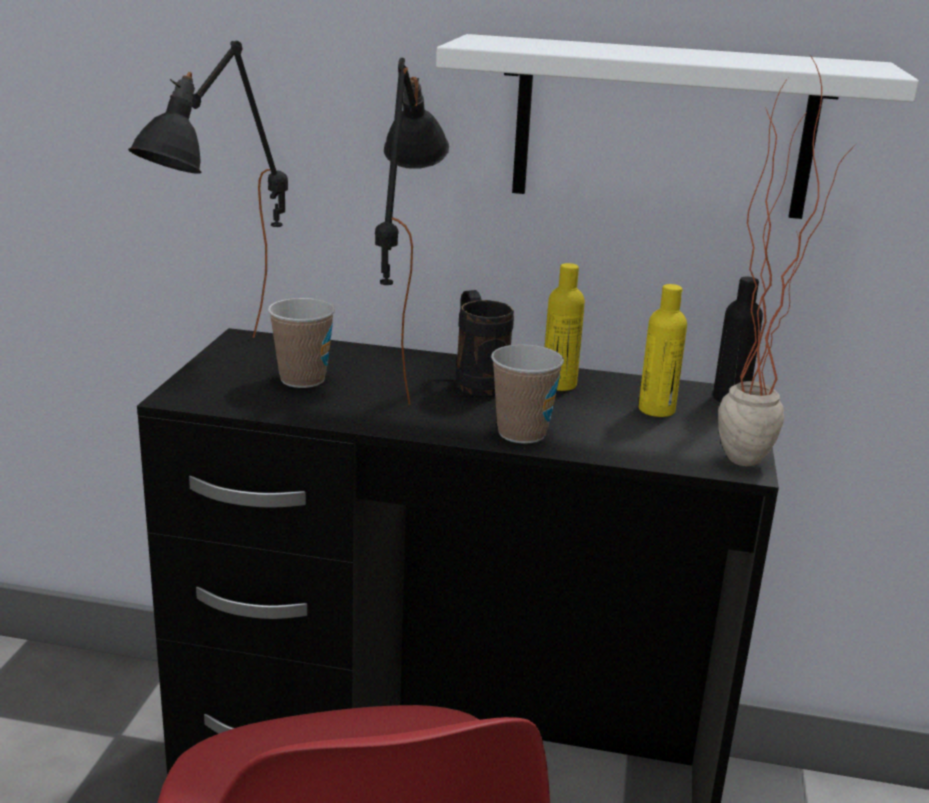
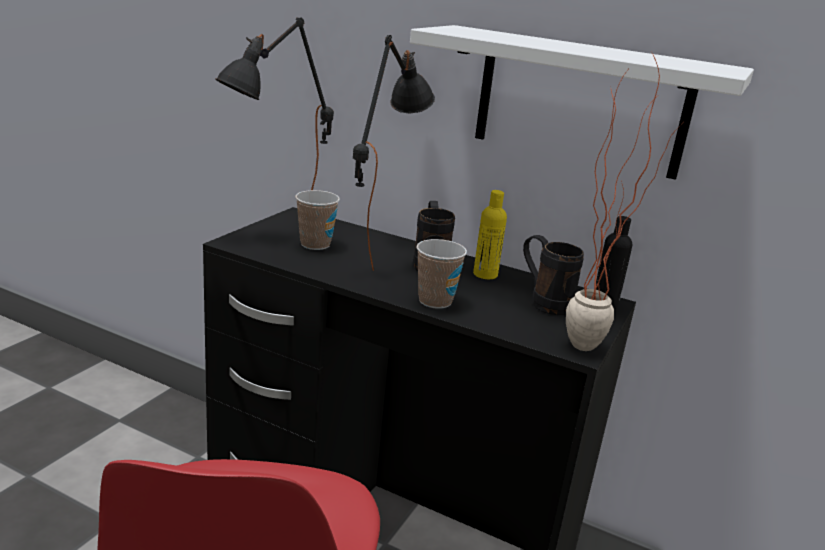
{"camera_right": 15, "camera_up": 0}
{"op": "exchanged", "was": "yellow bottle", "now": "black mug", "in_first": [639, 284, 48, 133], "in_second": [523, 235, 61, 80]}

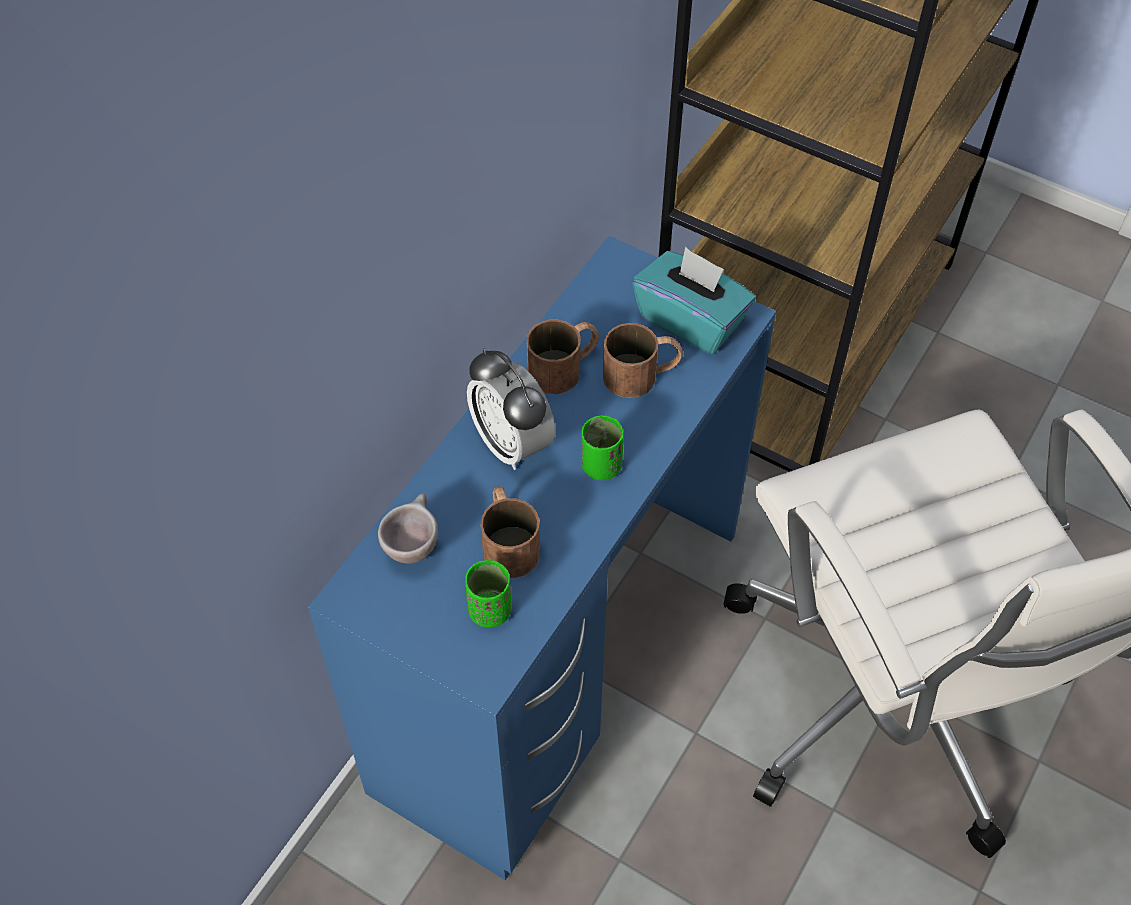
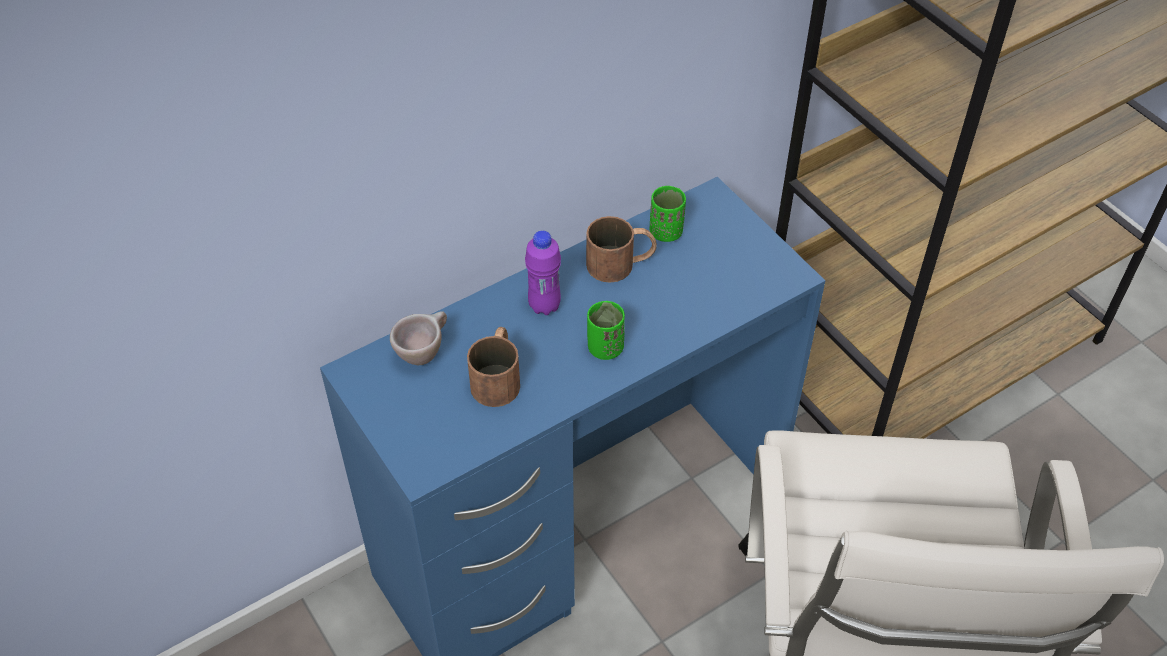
{"camera_right": 25, "camera_up": -5}
{"op": "relocated", "was": "green cup", "in_first": [465, 560, 46, 67], "in_second": [649, 186, 37, 56]}
{"op": "exchanged", "was": "alarm clock", "now": "purple bottle", "in_first": [467, 348, 88, 122], "in_second": [525, 230, 36, 85]}
{"op": "missing", "was": "brown mug", "in_first": [603, 323, 80, 75]}
{"op": "missing", "was": "turquoise tissue box", "in_first": [633, 247, 122, 107]}

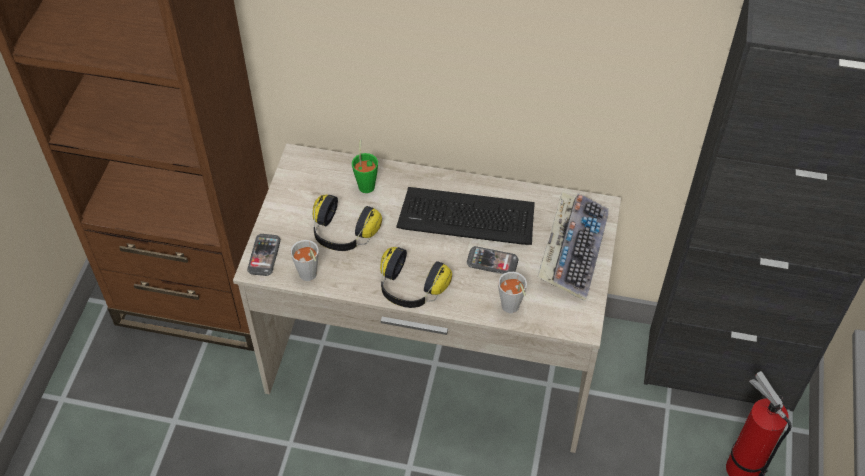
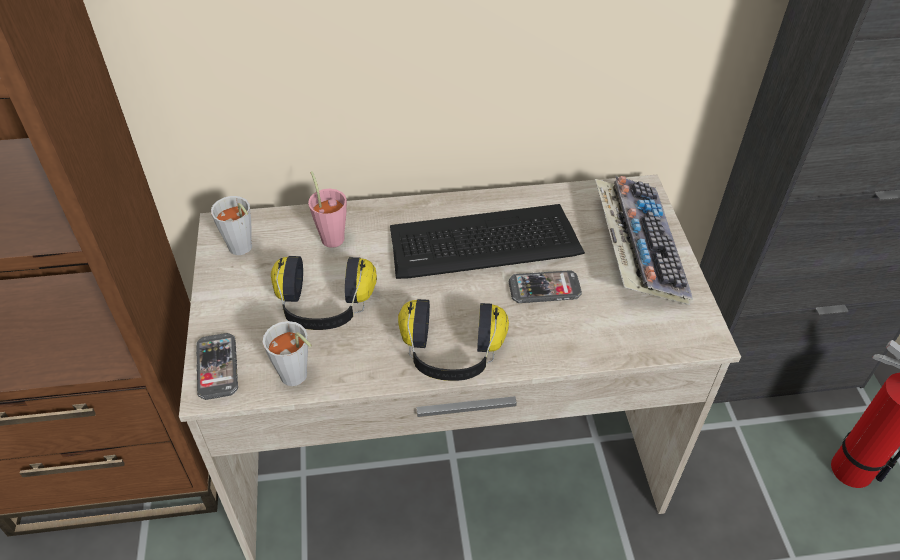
{"camera_right": -20, "camera_up": -5}
{"op": "colour", "was": "green cup", "now": "pink cup", "in_first": [352, 139, 26, 54], "in_second": [308, 171, 39, 77]}
{"op": "relocated", "was": "grey cup", "in_first": [498, 272, 29, 41], "in_second": [211, 196, 41, 59]}

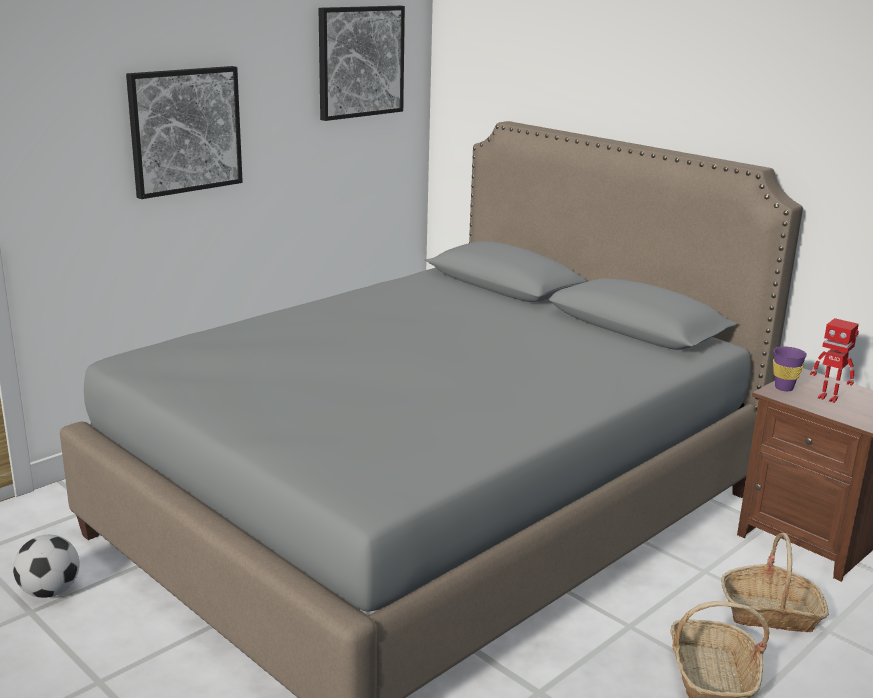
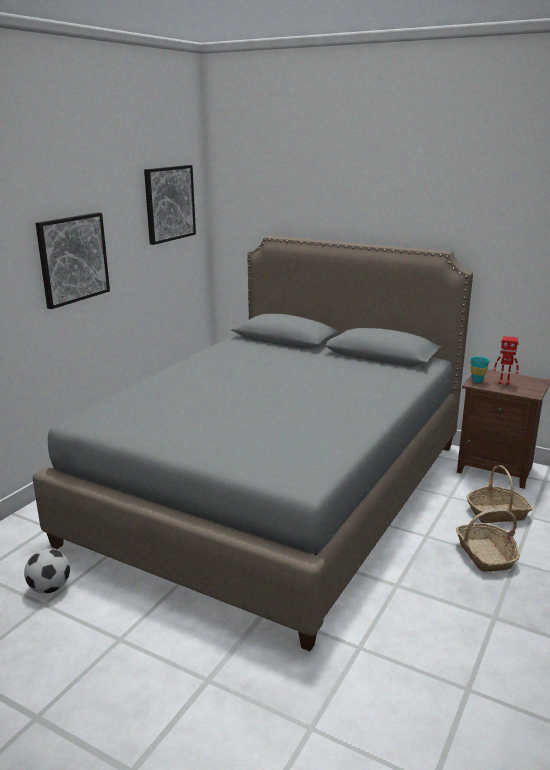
{"camera_right": -15, "camera_up": 0}
{"op": "colour", "was": "purple cup", "now": "turquoise cup", "in_first": [773, 347, 34, 44], "in_second": [470, 356, 20, 27]}

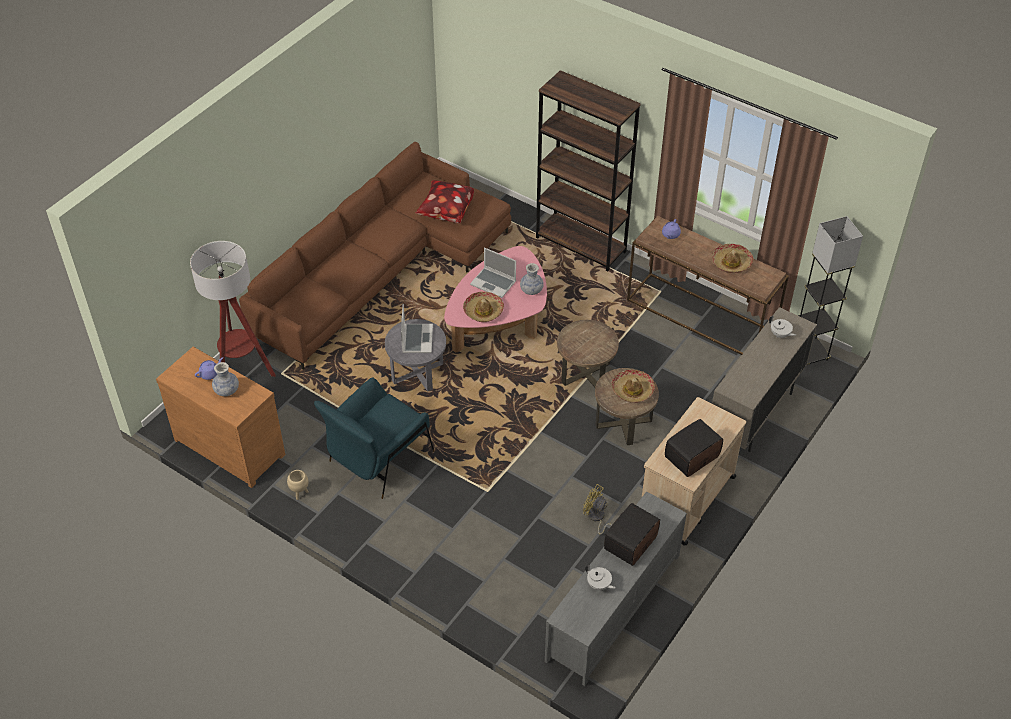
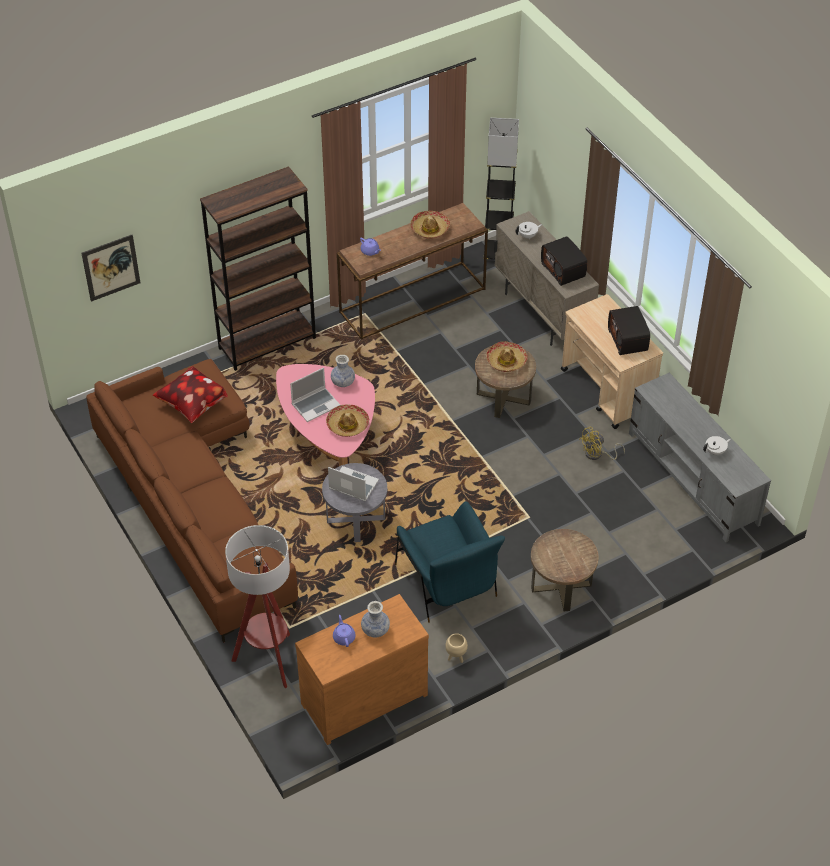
{"camera_right": -65, "camera_up": 0}
{"op": "relocated", "was": "brown side table", "in_first": [557, 320, 62, 67], "in_second": [531, 529, 68, 82]}
{"op": "relocated", "was": "radio", "in_first": [604, 503, 56, 63], "in_second": [541, 236, 46, 50]}
{"op": "appeared", "now": "picture", "in_second": [82, 235, 59, 67]}

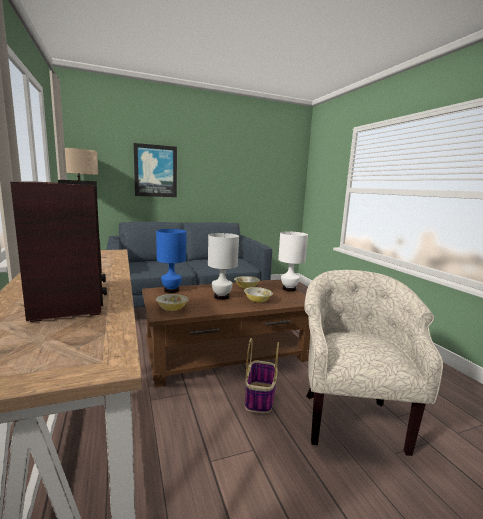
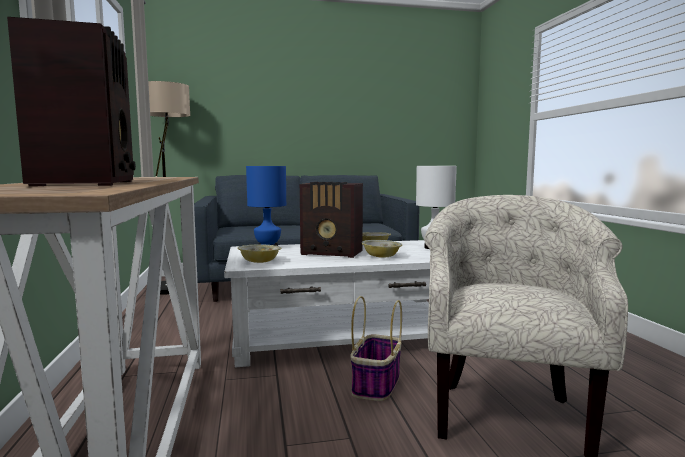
{"camera_right": 10, "camera_up": -5}
{"op": "missing", "was": "picture", "in_first": [134, 143, 43, 54]}
{"op": "colour", "was": "brown coffee table", "now": "white coffee table", "in_first": [142, 280, 168, 107], "in_second": [224, 240, 206, 127]}
{"op": "exchanged", "was": "white table lamp", "now": "radio", "in_first": [208, 233, 31, 67], "in_second": [300, 182, 63, 76]}

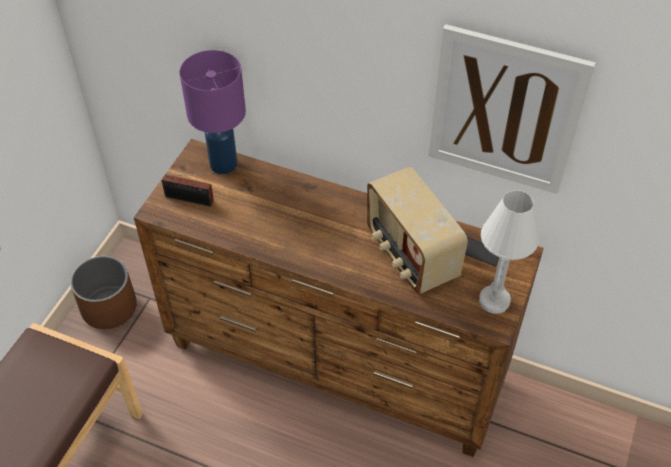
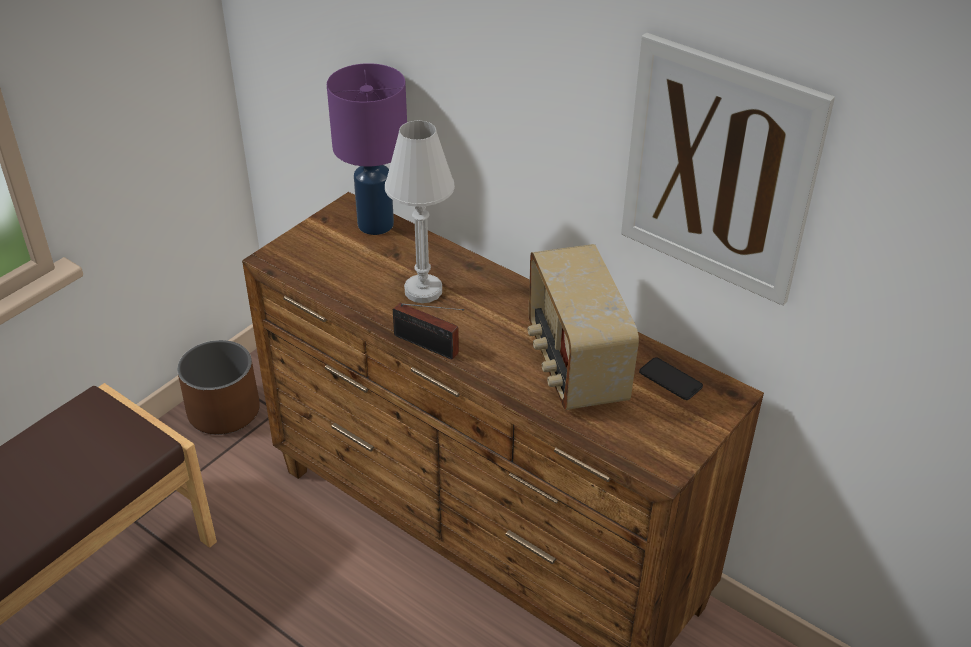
{"camera_right": 15, "camera_up": -10}
{"op": "relocated", "was": "radio", "in_first": [162, 173, 52, 34], "in_second": [393, 303, 71, 57]}
{"op": "relocated", "was": "white table lamp", "in_first": [479, 190, 60, 124], "in_second": [385, 121, 70, 182]}

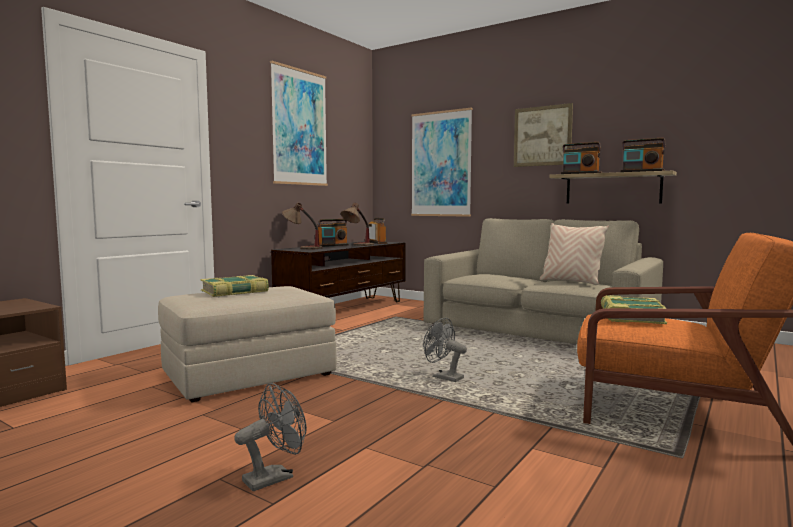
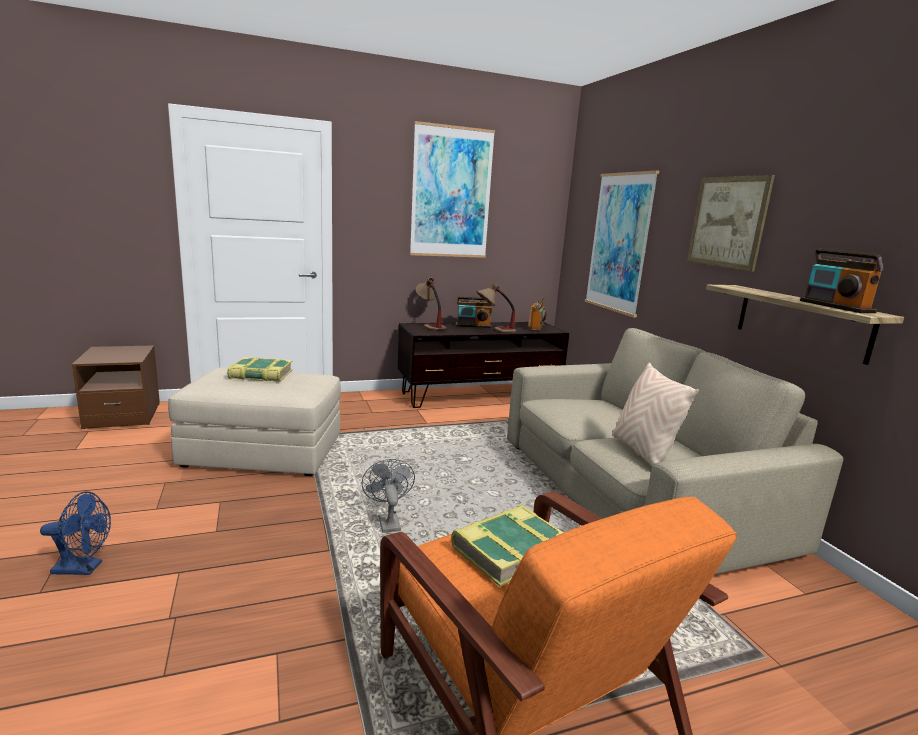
{"camera_right": 35, "camera_up": 10}
{"op": "colour", "was": "grey fan", "now": "blue fan", "in_first": [234, 383, 73, 108], "in_second": [40, 491, 71, 84]}
{"op": "missing", "was": "radio", "in_first": [561, 142, 40, 32]}

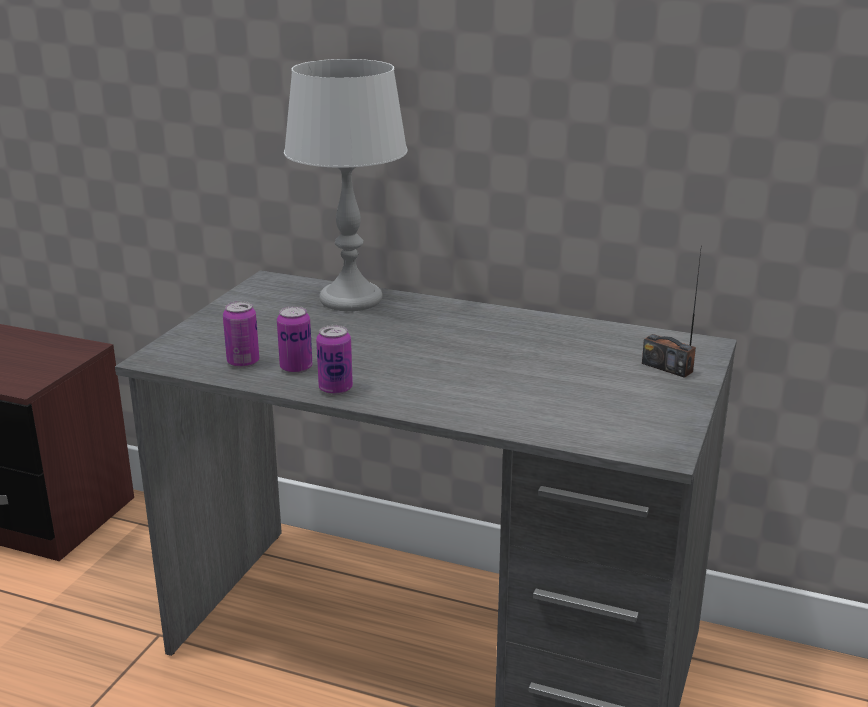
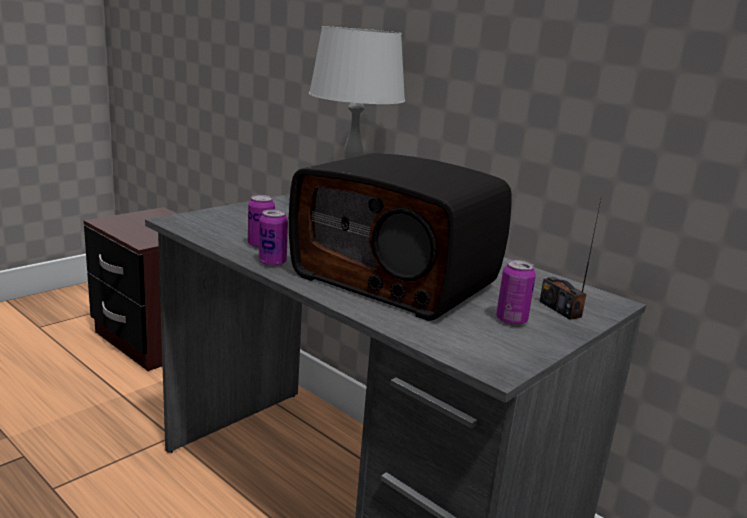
{"camera_right": 20, "camera_up": -5}
{"op": "relocated", "was": "can", "in_first": [223, 301, 36, 67], "in_second": [496, 260, 40, 66]}
{"op": "appeared", "now": "radio", "in_second": [289, 153, 223, 168]}

